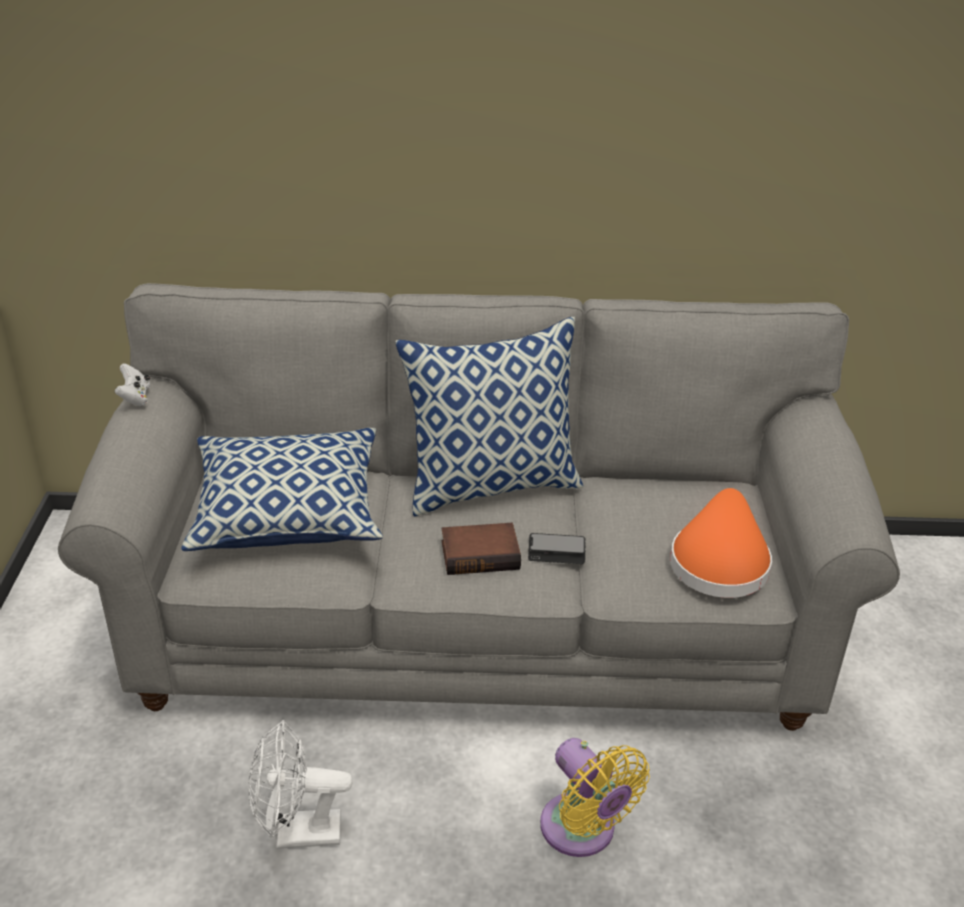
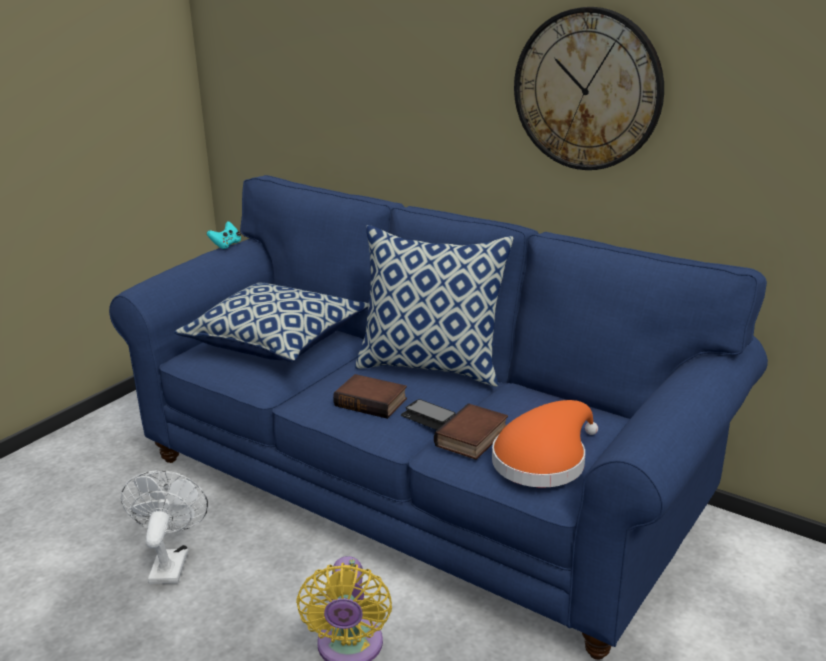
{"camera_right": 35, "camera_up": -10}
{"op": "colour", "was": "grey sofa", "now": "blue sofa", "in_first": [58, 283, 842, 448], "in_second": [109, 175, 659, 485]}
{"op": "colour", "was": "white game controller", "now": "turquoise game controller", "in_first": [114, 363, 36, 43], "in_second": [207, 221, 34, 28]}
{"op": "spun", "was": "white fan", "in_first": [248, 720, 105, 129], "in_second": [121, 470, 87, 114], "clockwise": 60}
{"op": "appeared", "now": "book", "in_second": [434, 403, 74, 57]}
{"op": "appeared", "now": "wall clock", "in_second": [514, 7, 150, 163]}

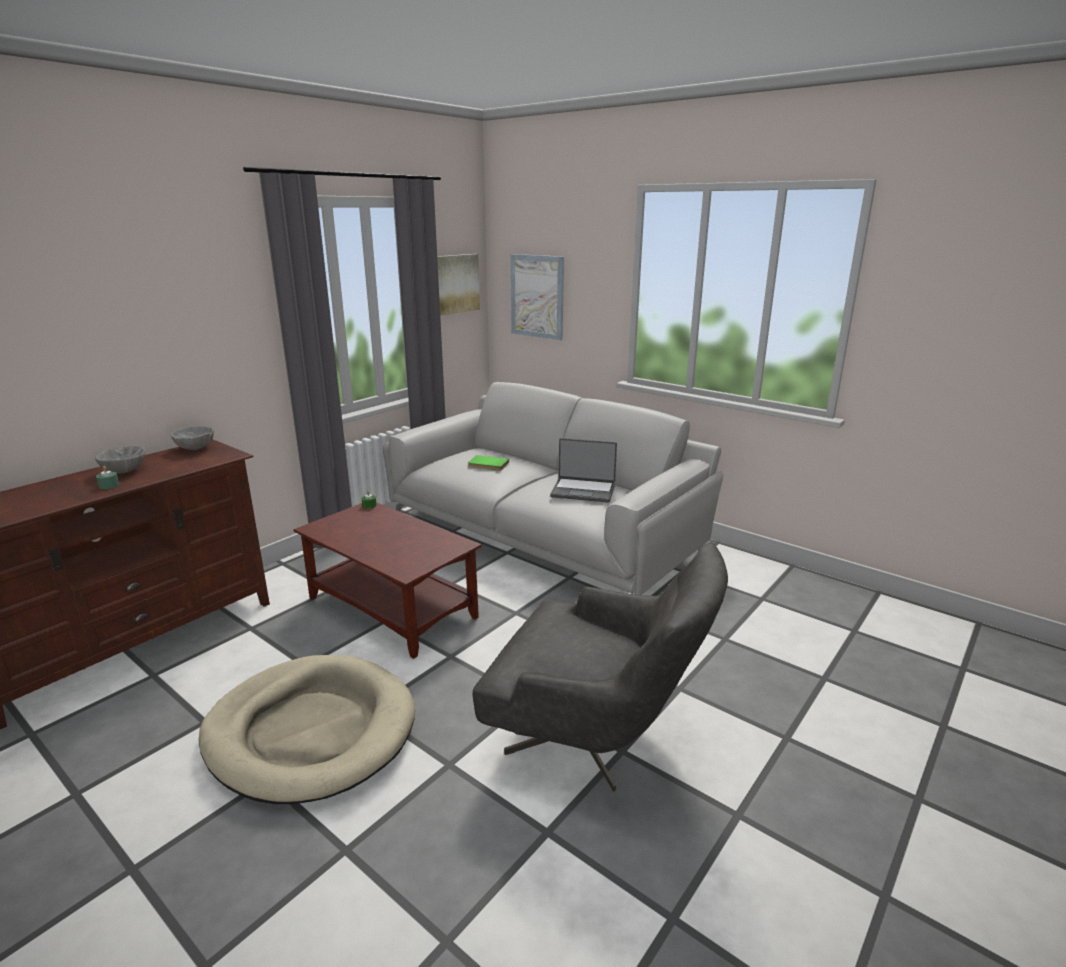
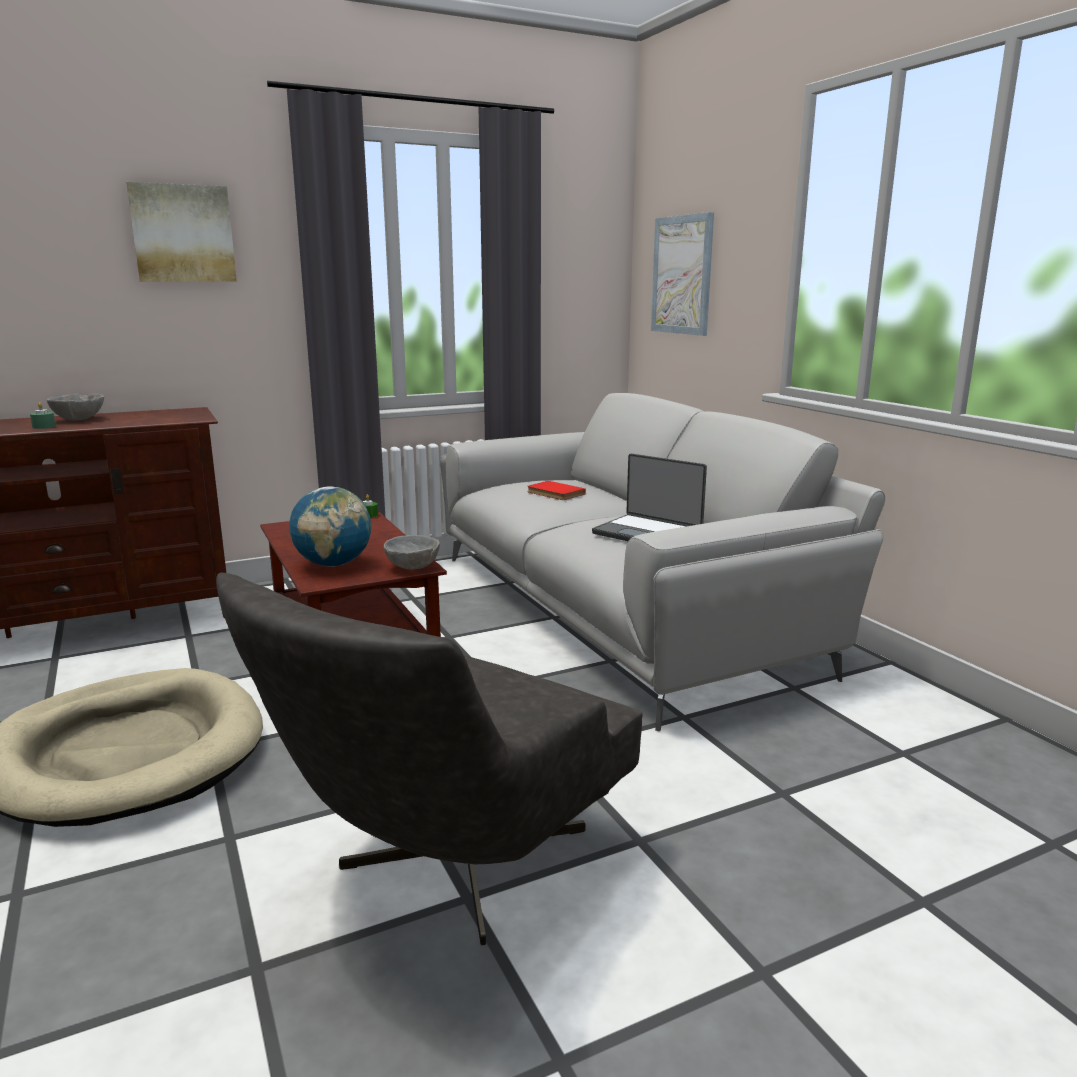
{"camera_right": 25, "camera_up": -5}
{"op": "relocated", "was": "grey bowl", "in_first": [171, 426, 43, 24], "in_second": [384, 535, 56, 35]}
{"op": "relocated", "was": "picture", "in_first": [437, 254, 43, 61], "in_second": [126, 182, 111, 100]}
{"op": "colour", "was": "green book", "now": "red book", "in_first": [468, 455, 41, 16], "in_second": [528, 481, 58, 19]}
{"op": "spun", "was": "grey armchair", "in_first": [473, 542, 255, 250], "in_second": [216, 572, 427, 373], "clockwise": 75}
{"op": "appeared", "now": "globe", "in_second": [289, 487, 82, 80]}

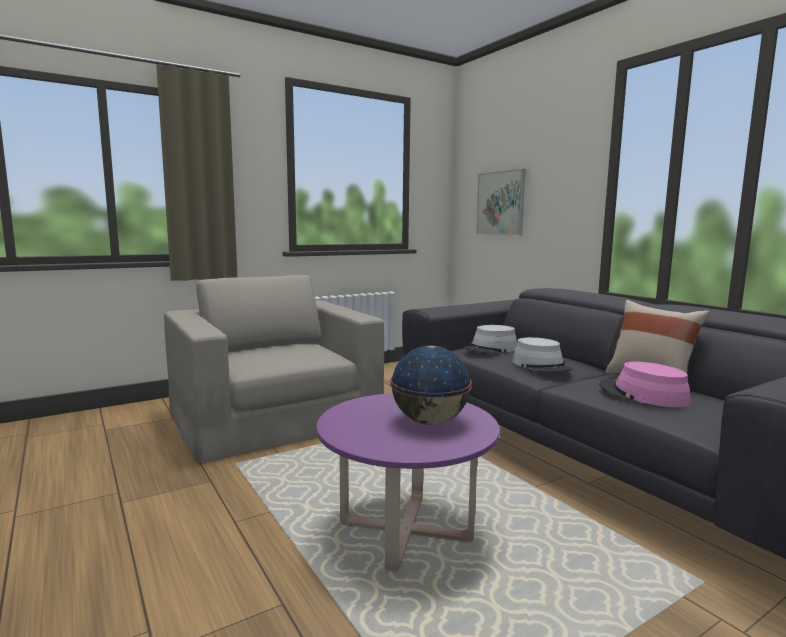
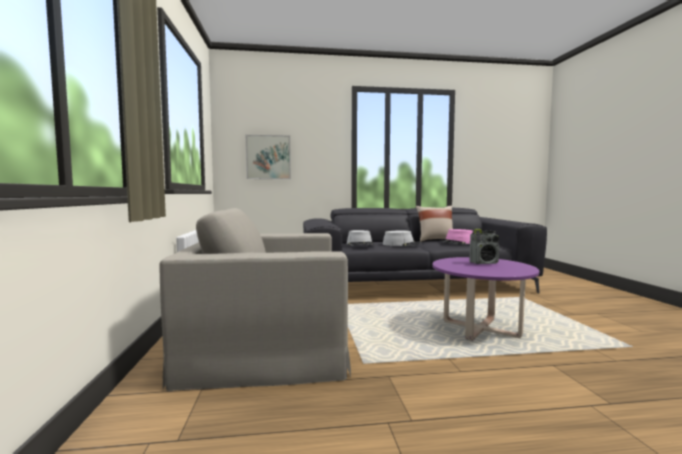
{"camera_right": -65, "camera_up": -5}
{"op": "exchanged", "was": "globe", "now": "radio", "in_first": [390, 345, 82, 80], "in_second": [469, 229, 30, 35]}

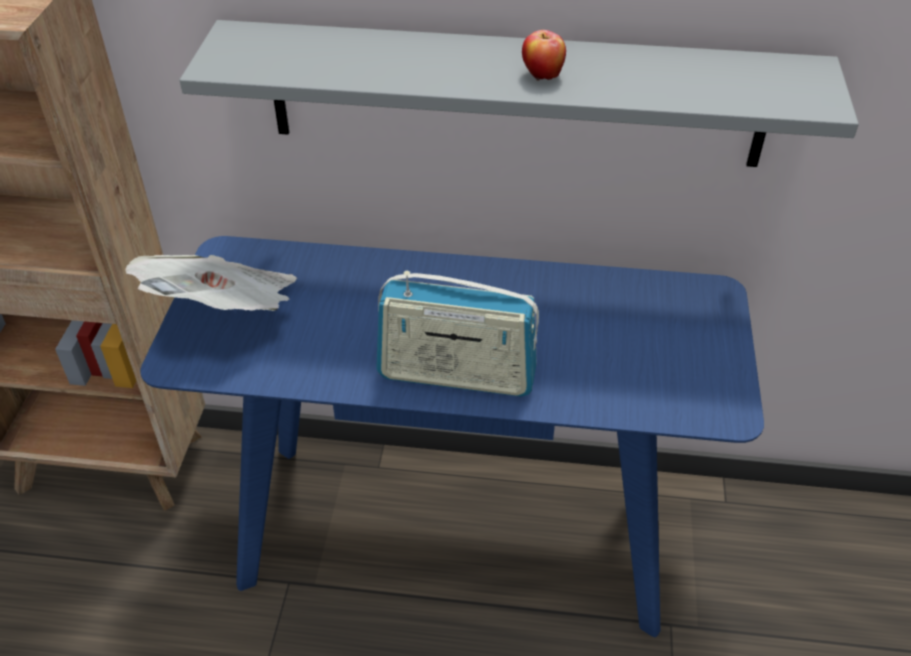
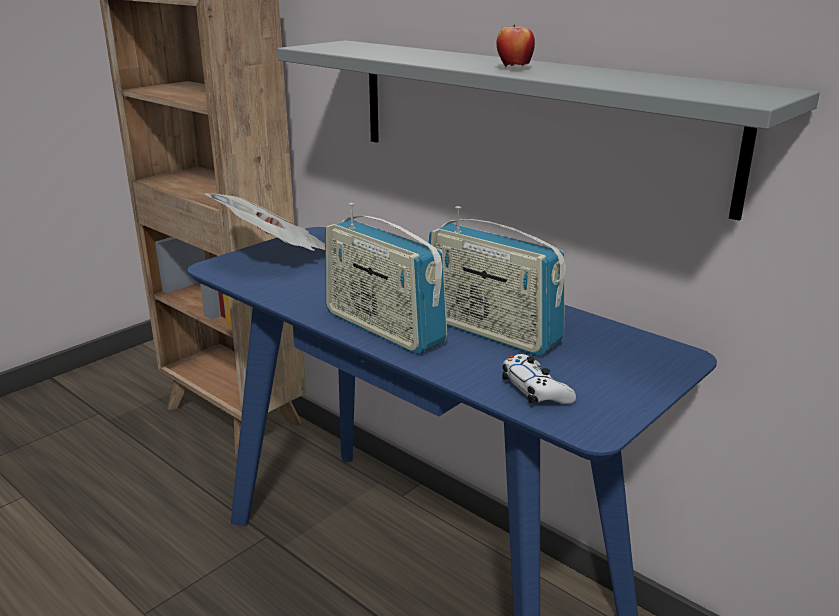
{"camera_right": 35, "camera_up": -20}
{"op": "appeared", "now": "radio", "in_second": [429, 206, 137, 150]}
{"op": "appeared", "now": "white game controller", "in_second": [502, 354, 74, 50]}

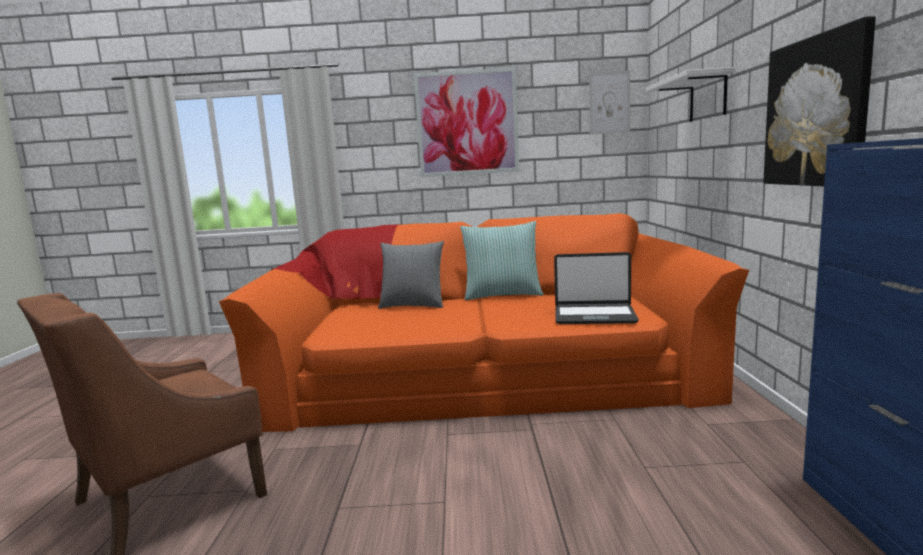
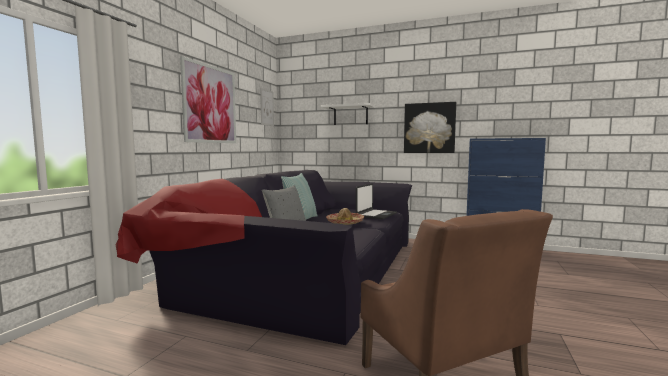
{"camera_right": -70, "camera_up": -5}
{"op": "colour", "was": "orange sofa", "now": "black sofa", "in_first": [219, 213, 530, 219], "in_second": [116, 170, 296, 175]}
{"op": "appeared", "now": "hat", "in_second": [326, 208, 39, 17]}

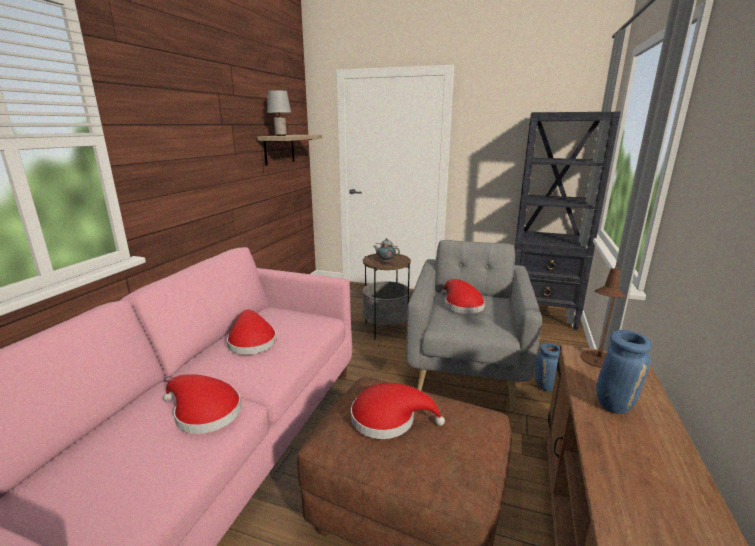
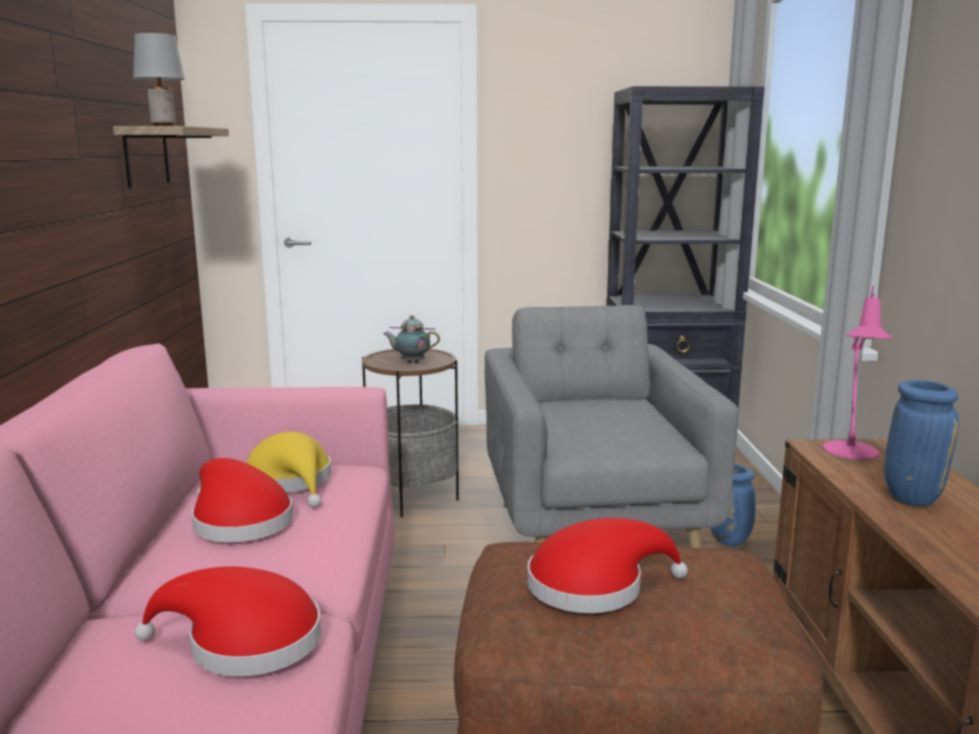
{"camera_right": -20, "camera_up": -5}
{"op": "missing", "was": "red hat", "in_first": [441, 279, 44, 35]}
{"op": "colour", "was": "brown table lamp", "now": "pink table lamp", "in_first": [581, 261, 45, 107], "in_second": [823, 286, 69, 174]}
{"op": "appeared", "now": "yellow hat", "in_second": [245, 432, 86, 76]}

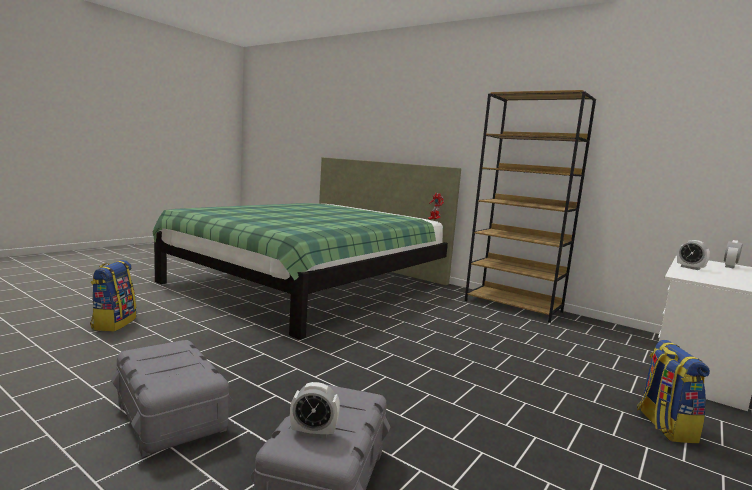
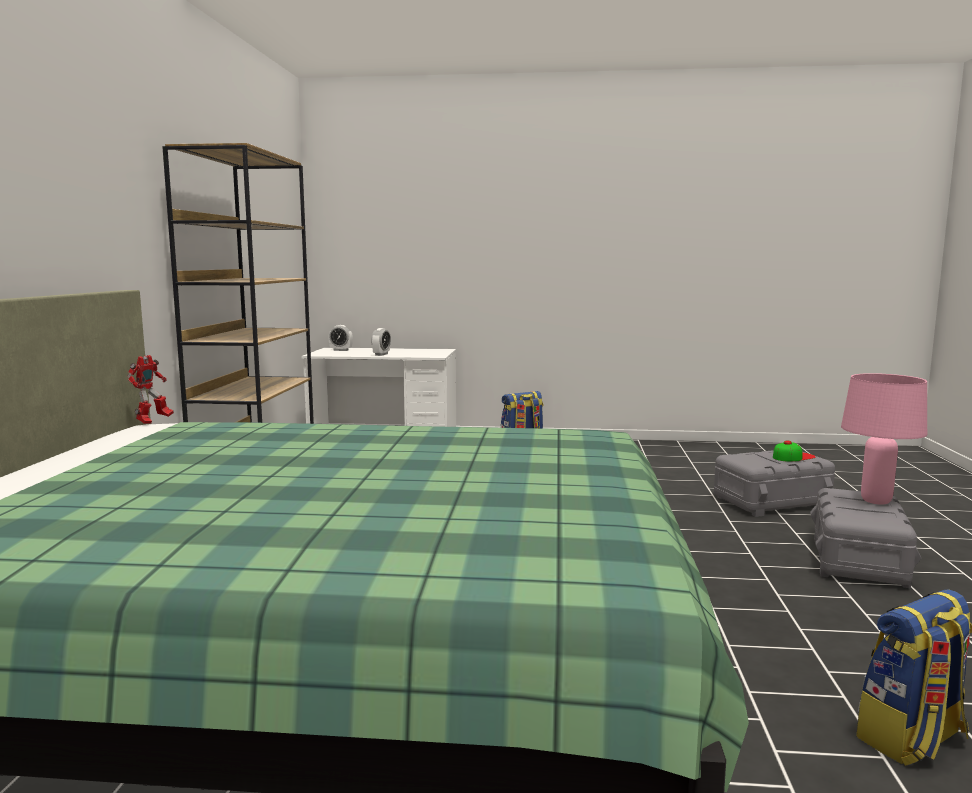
{"camera_right": -120, "camera_up": 0}
{"op": "exchanged", "was": "alarm clock", "now": "cap", "in_first": [290, 382, 50, 56], "in_second": [773, 441, 42, 21]}
{"op": "appeared", "now": "pink table lamp", "in_second": [841, 373, 86, 131]}

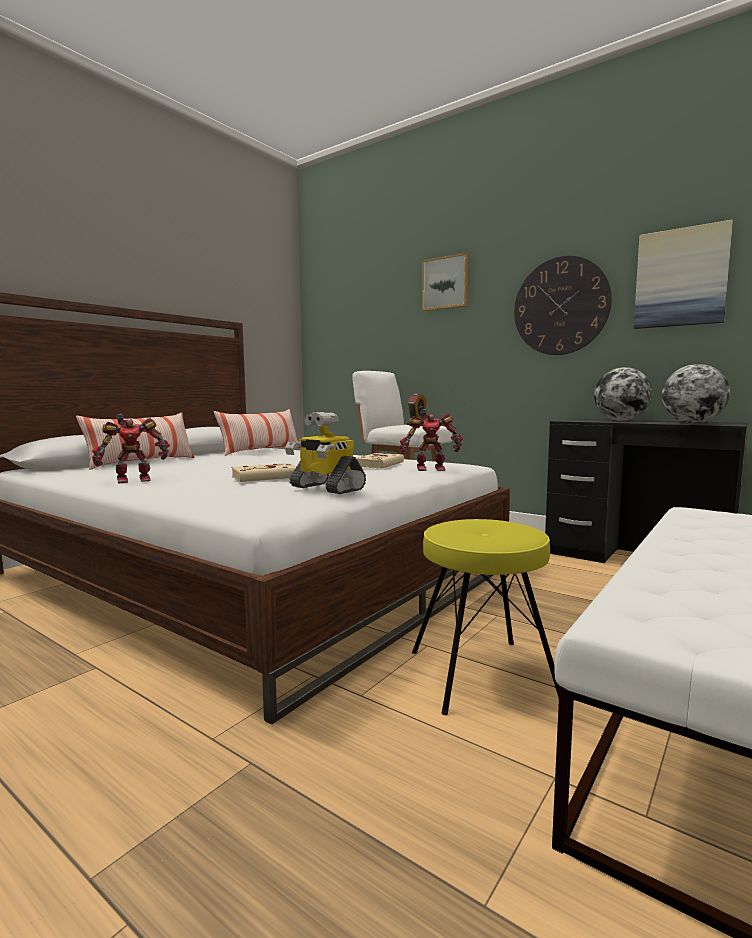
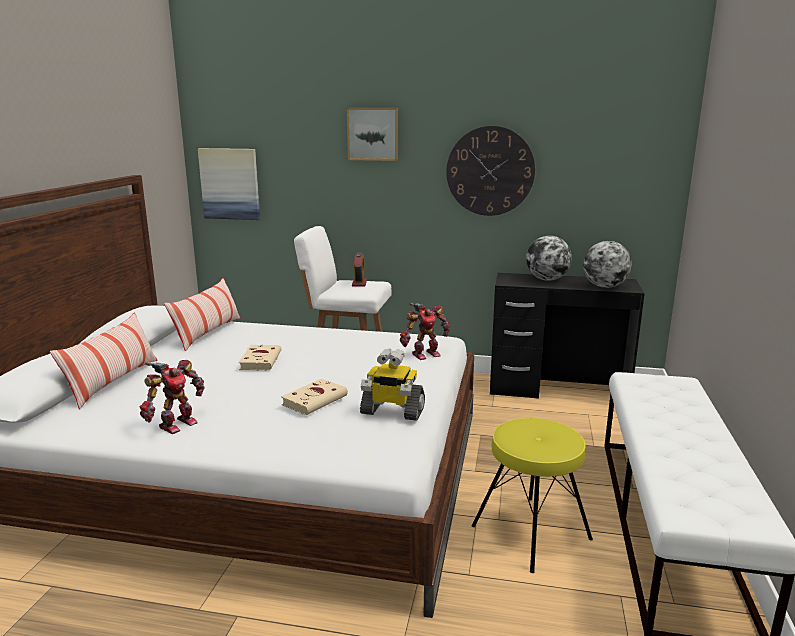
{"camera_right": -25, "camera_up": 10}
{"op": "relocated", "was": "beige book", "in_first": [356, 453, 48, 16], "in_second": [238, 345, 43, 26]}
{"op": "relocated", "was": "picture", "in_first": [634, 220, 99, 109], "in_second": [198, 148, 62, 72]}

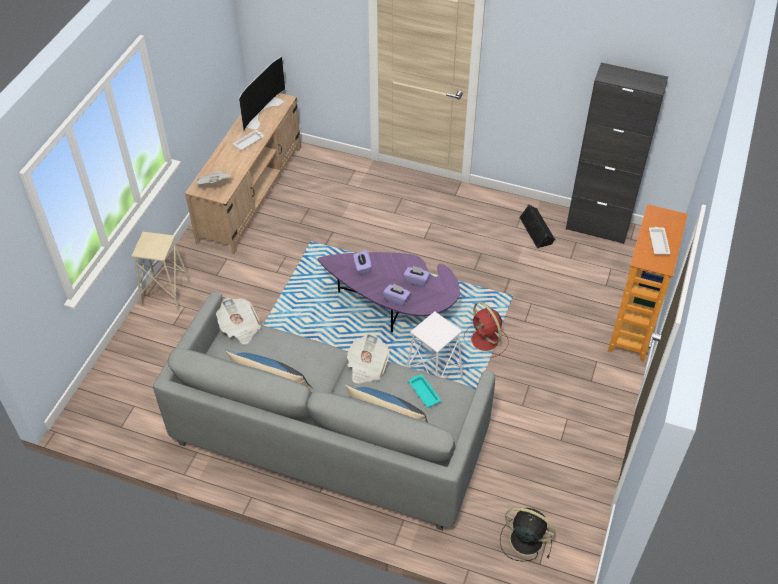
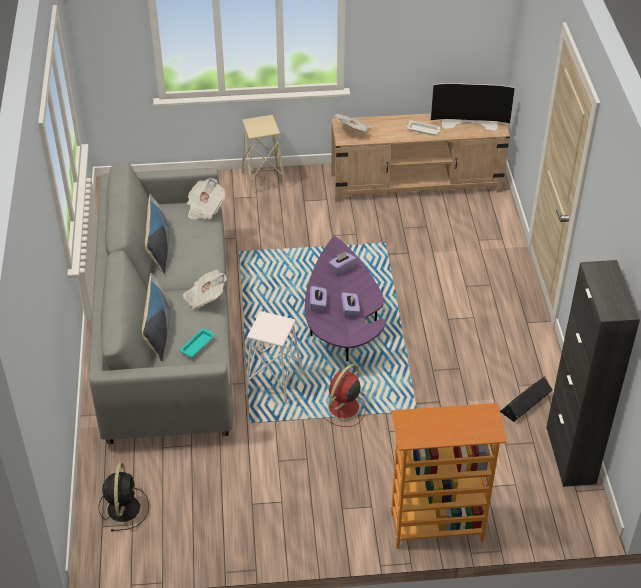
{"camera_right": 65, "camera_up": -5}
{"op": "missing", "was": "white tray", "in_first": [649, 227, 21, 28]}

